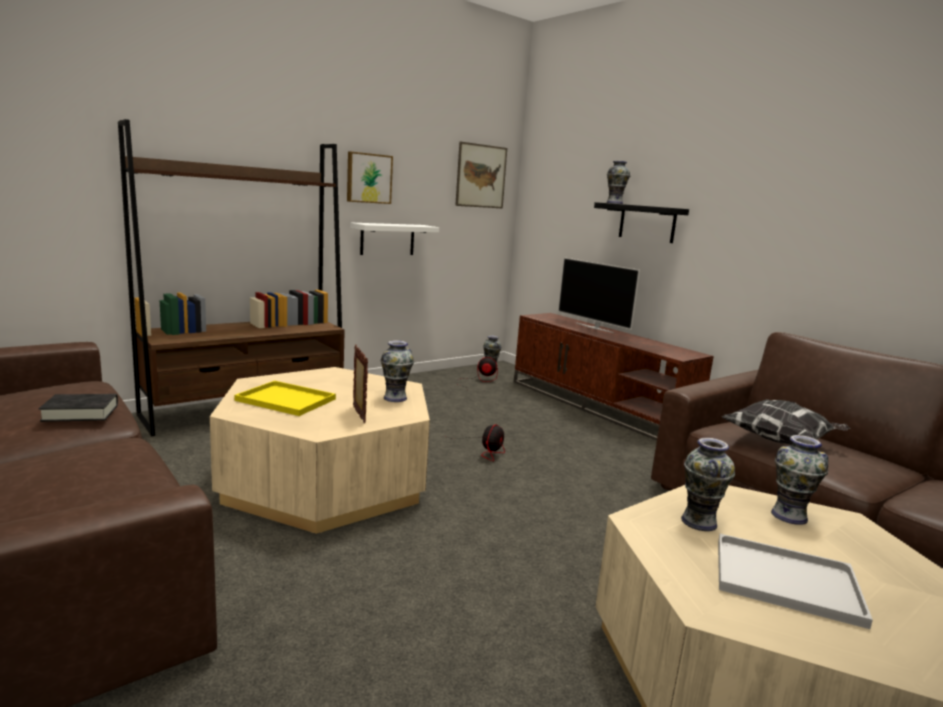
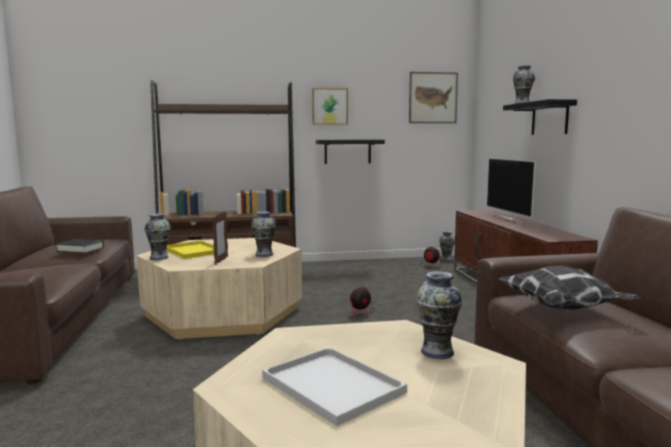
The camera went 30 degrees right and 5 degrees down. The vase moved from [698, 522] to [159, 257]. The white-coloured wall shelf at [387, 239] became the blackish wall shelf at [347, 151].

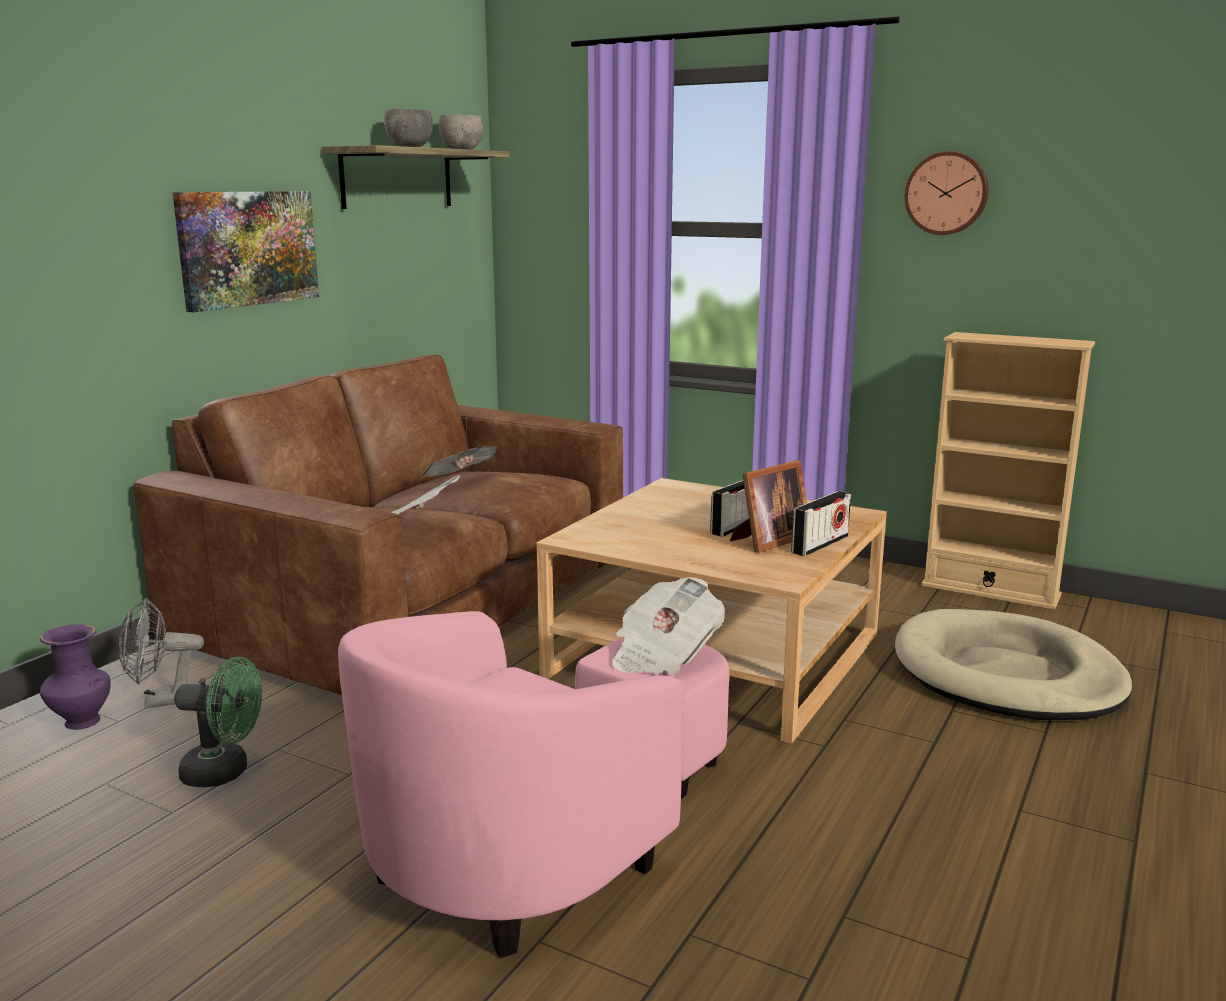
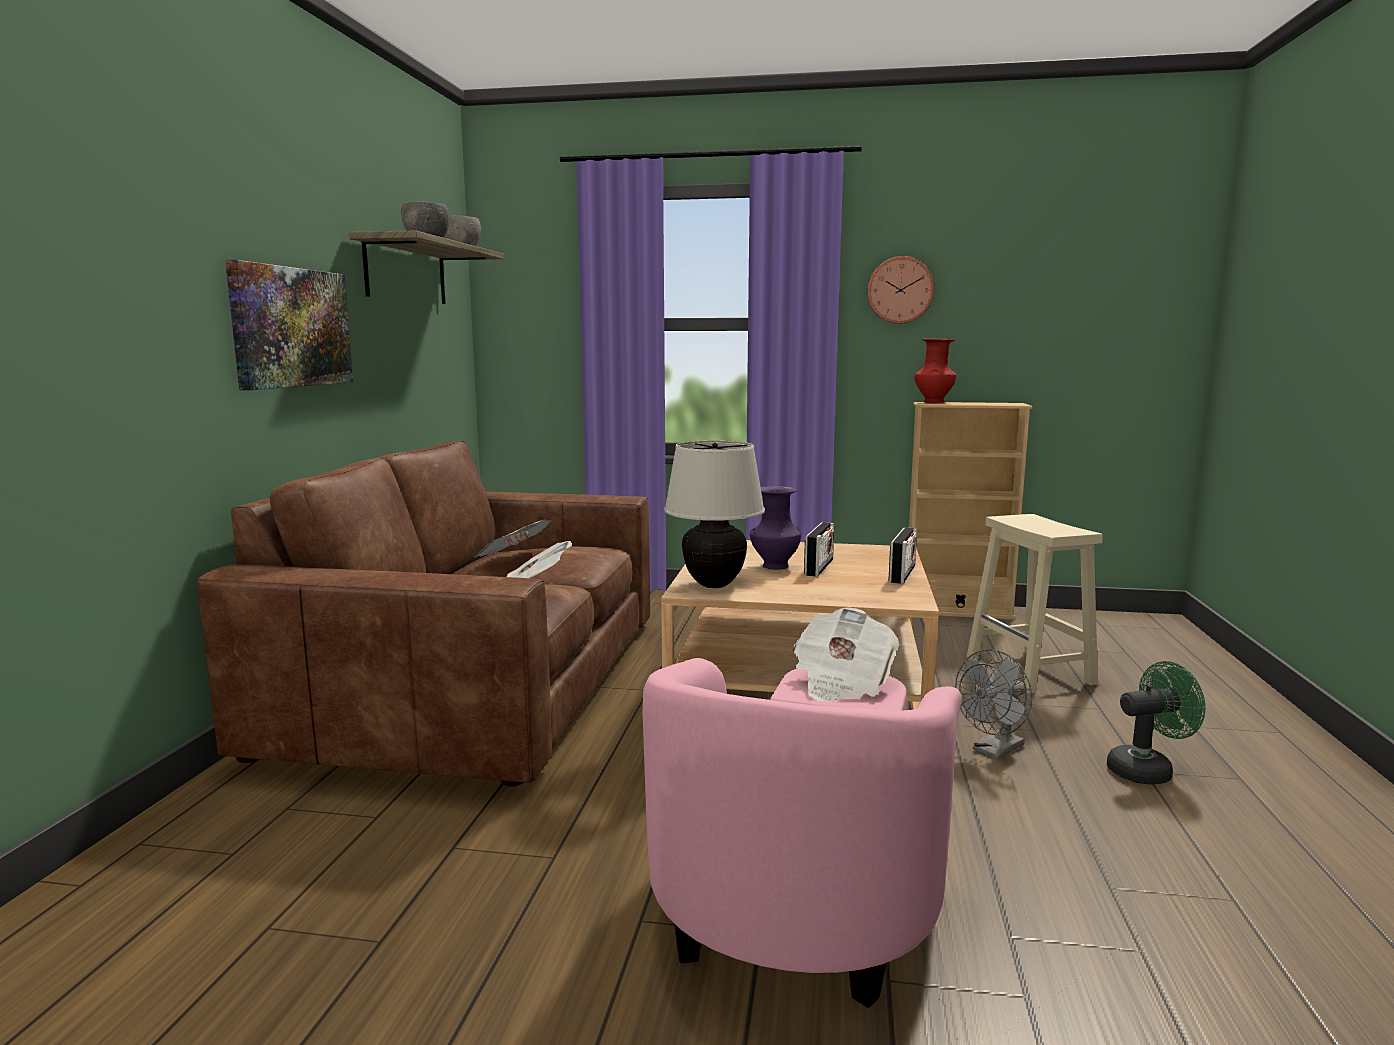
The camera went 20 degrees left and 5 degrees down. The picture frame at [768, 541] disappeared. The beige lamp for a table at [714, 585] appeared. The red-coloured vase at [933, 402] appeared. The purple-coloured vase moved from [80, 722] to [774, 566]. The gray fan moved from [162, 701] to [994, 751]. The greenish fan moved from [225, 772] to [1147, 770]. The beige dog cushion at [1006, 675] was replaced by the beige stool at [1031, 671].

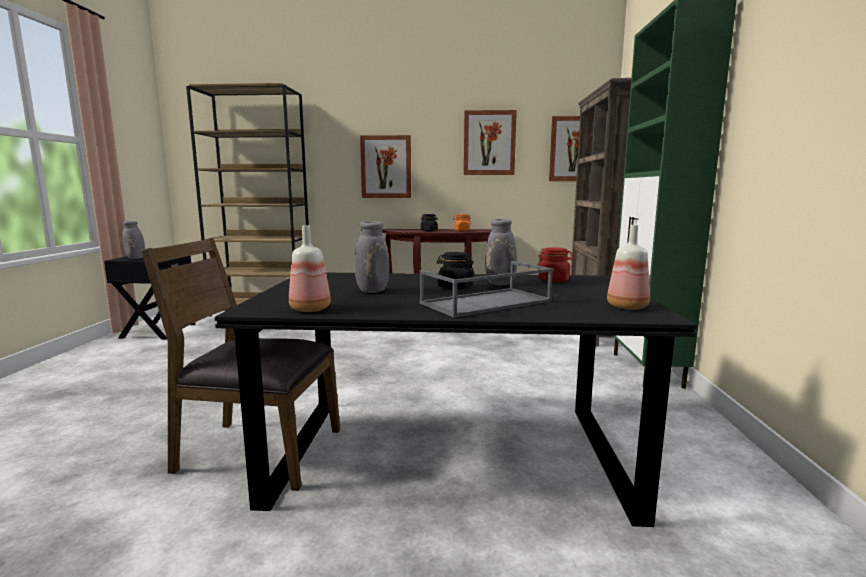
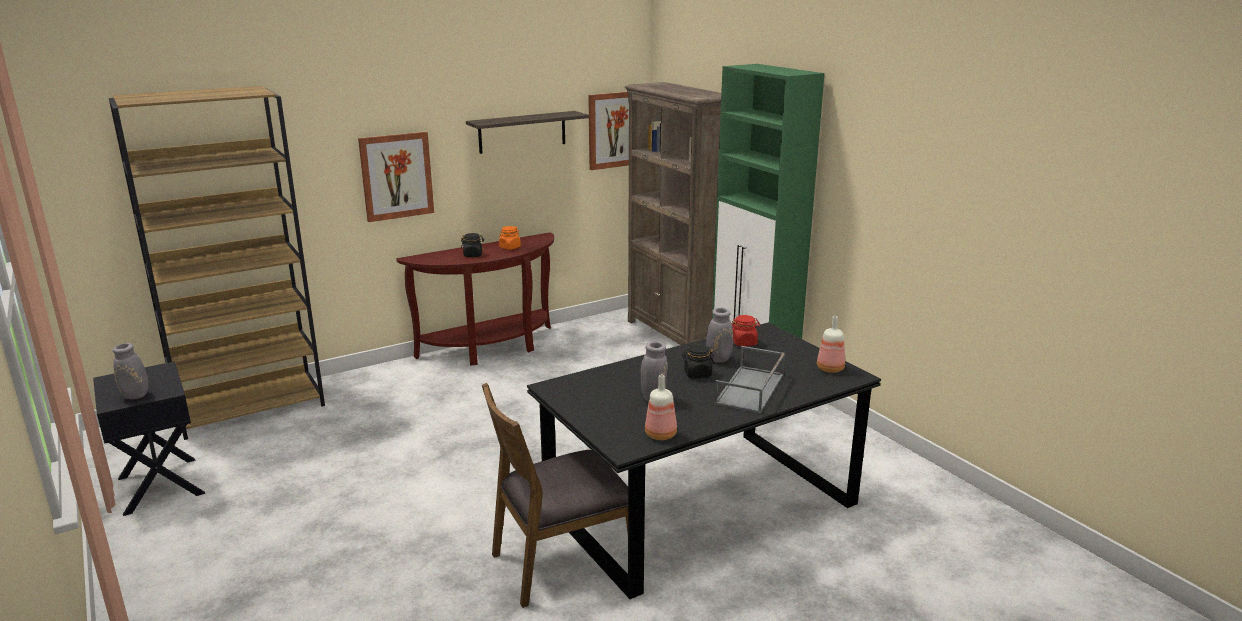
The camera went 35 degrees left and 10 degrees up. The wall art at [489, 143] was replaced by the wall shelf at [522, 132].

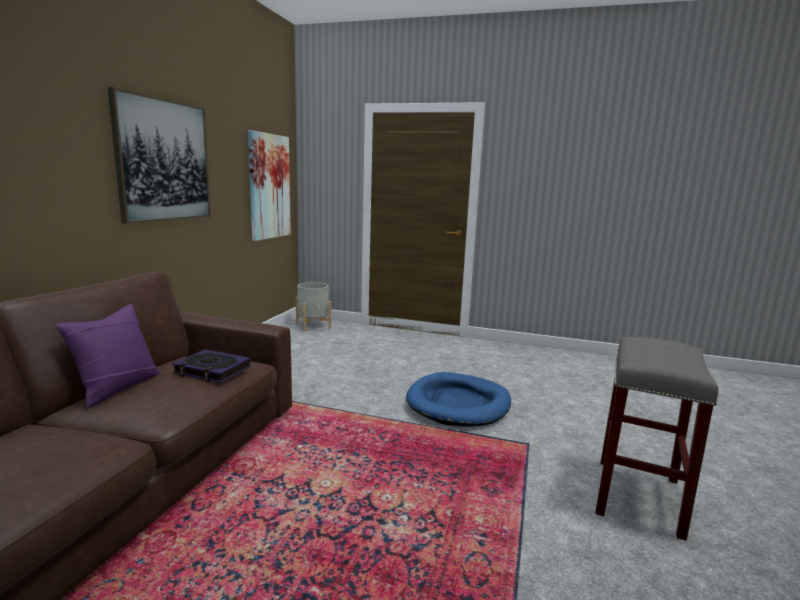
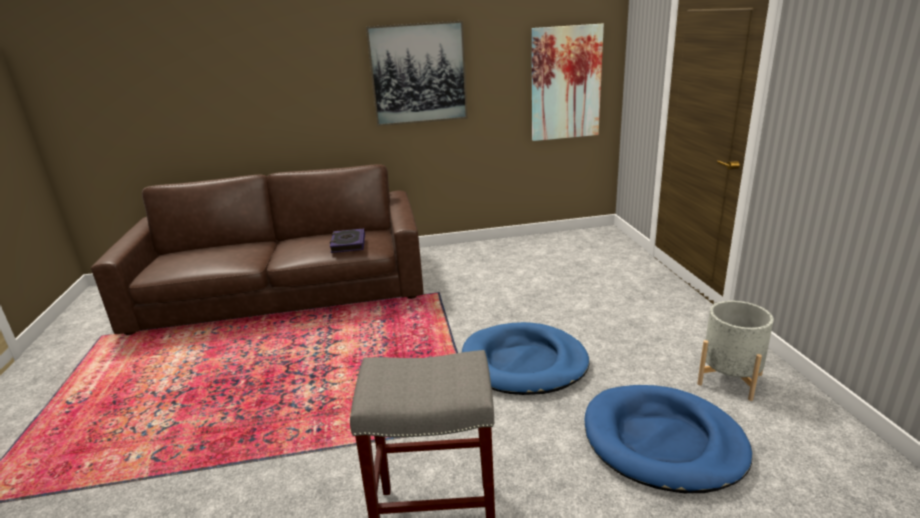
The camera went 65 degrees right and 10 degrees up. The purple-coloured cushion at [117, 388] disappeared. The blue-coloured dog cushion at [662, 442] appeared. The gray plant pot moved from [313, 326] to [729, 379].

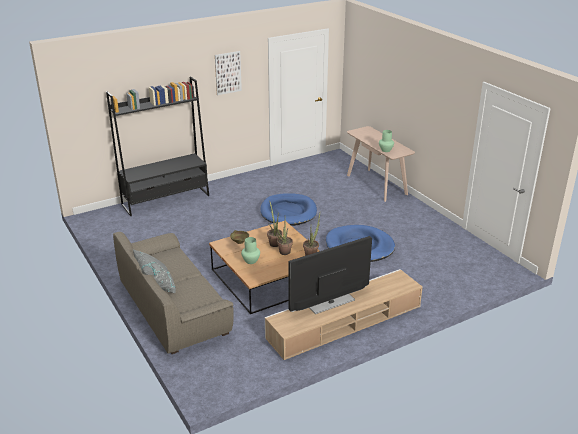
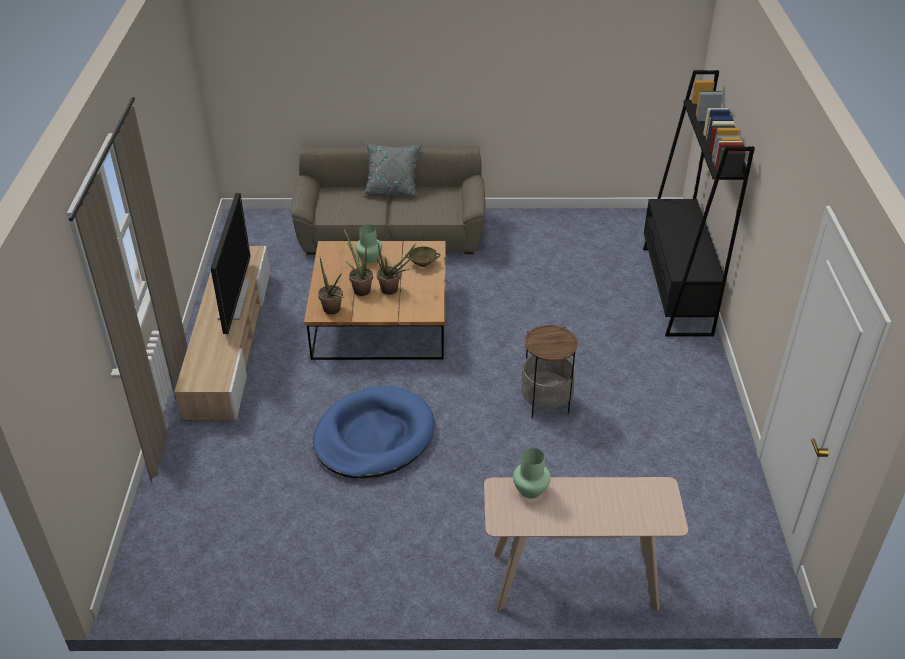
The camera went 120 degrees right and 10 degrees up. The wall art at [228, 73] disappeared. The blue-coloured dog cushion at [288, 212] was replaced by the end table at [546, 403].

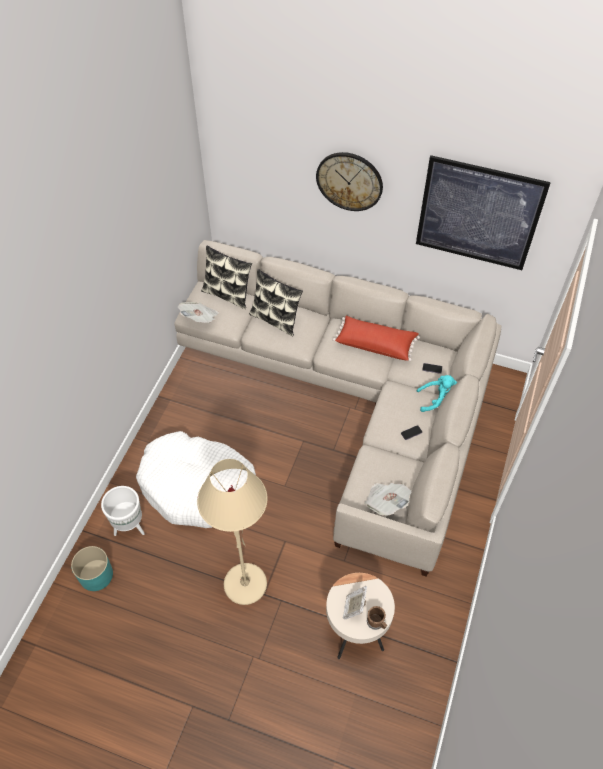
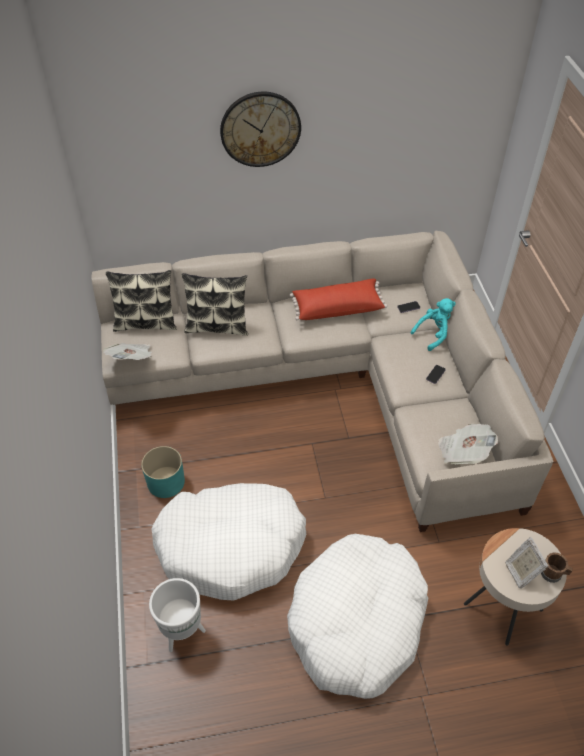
The camera went 30 degrees left and 5 degrees down. The wall art at [478, 214] disappeared. The blue-green plant pot moved from [96, 575] to [165, 482]. The beige standing lamp at [245, 584] was replaced by the white-coloured dog cushion at [357, 622].

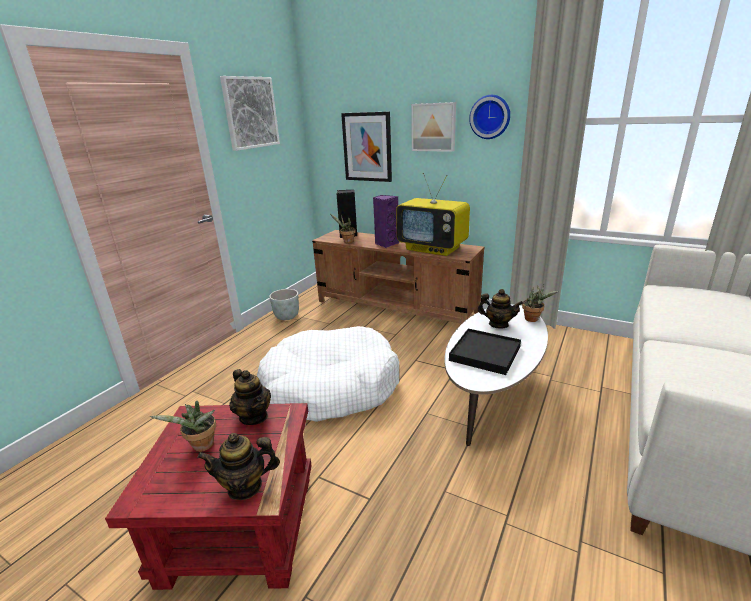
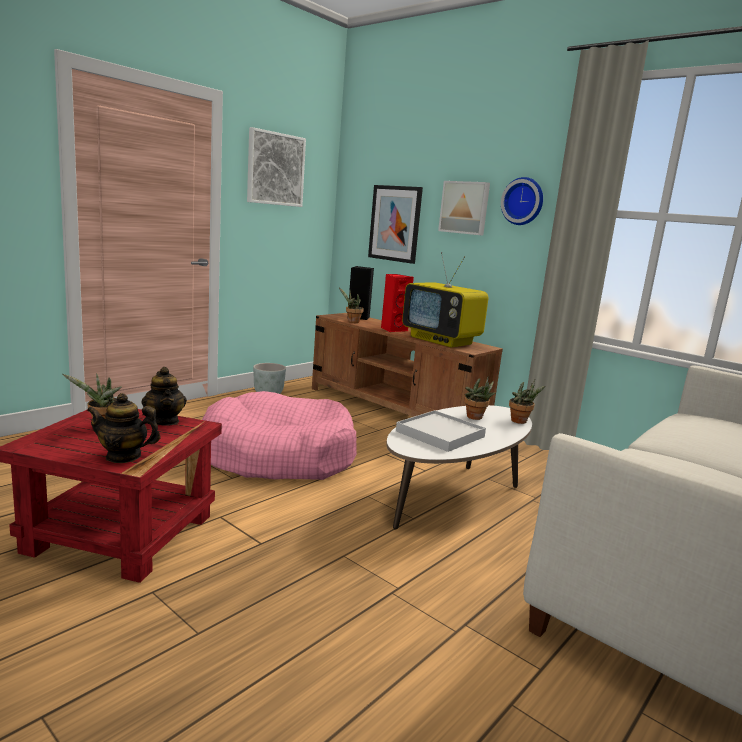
The camera went 10 degrees right and 10 degrees down. The pot for tea at [498, 324] was replaced by the plant in a pot at [476, 418]. The white-coloured dog cushion at [330, 387] became the pink-coloured dog cushion at [278, 456]. The purple-coloured loudspeaker at [386, 244] became the red-coloured loudspeaker at [393, 329]. The blackish serving tray at [485, 353] became the white-coloured serving tray at [440, 434].

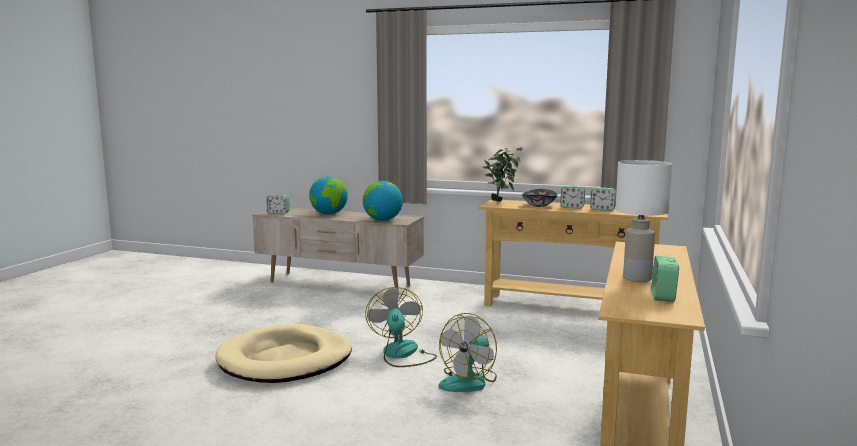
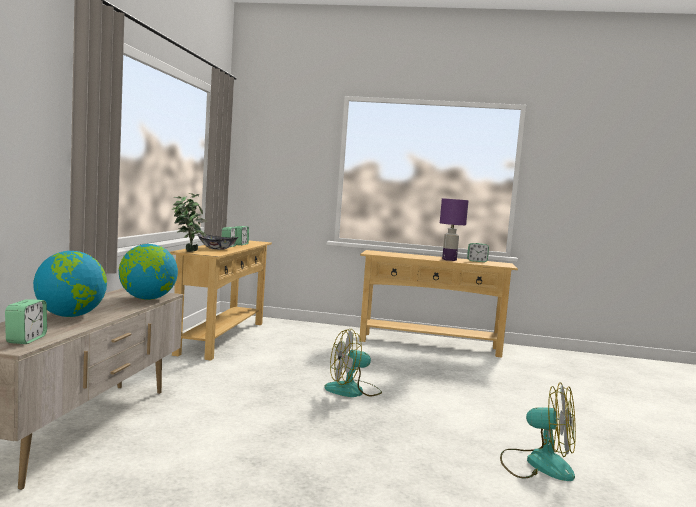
The camera went 100 degrees left and 5 degrees down. The beige dog cushion at [285, 360] disappeared. The fan moved from [469, 381] to [537, 464]. The white-coloured lamp for a table at [636, 278] became the purple-coloured lamp for a table at [449, 260].

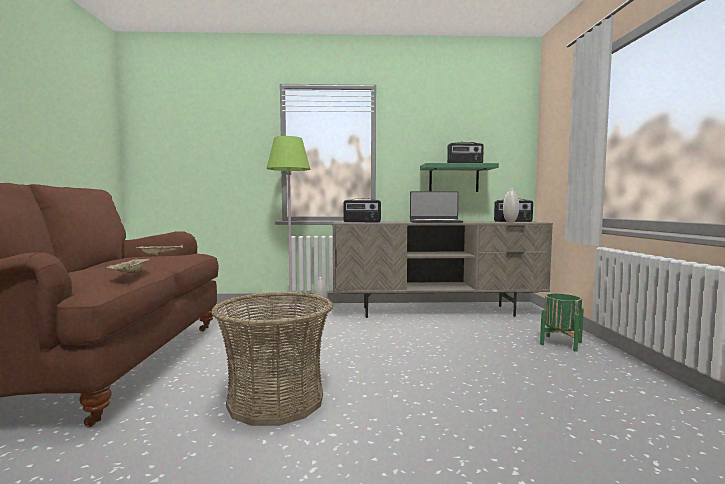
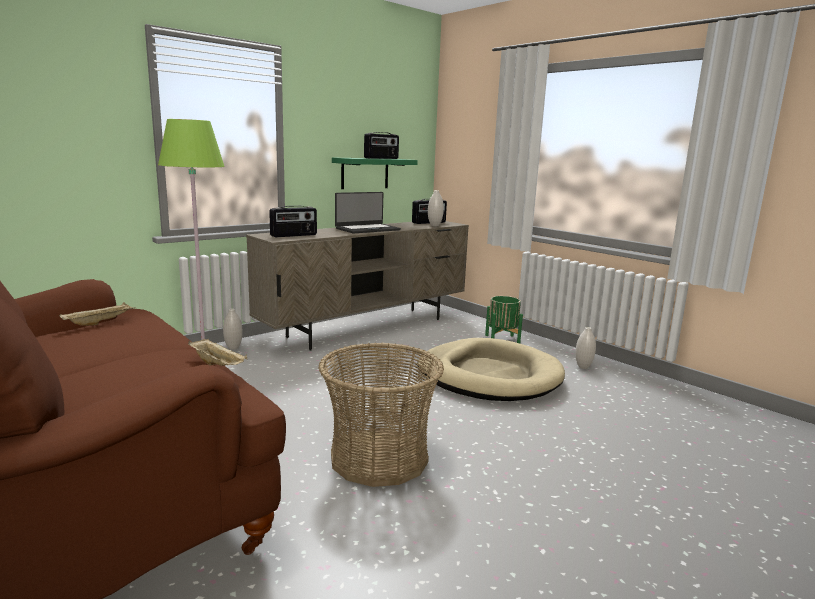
The camera went 40 degrees left and 10 degrees up. The beige dog cushion at [489, 376] appeared. The white-coloured vase at [583, 367] appeared.

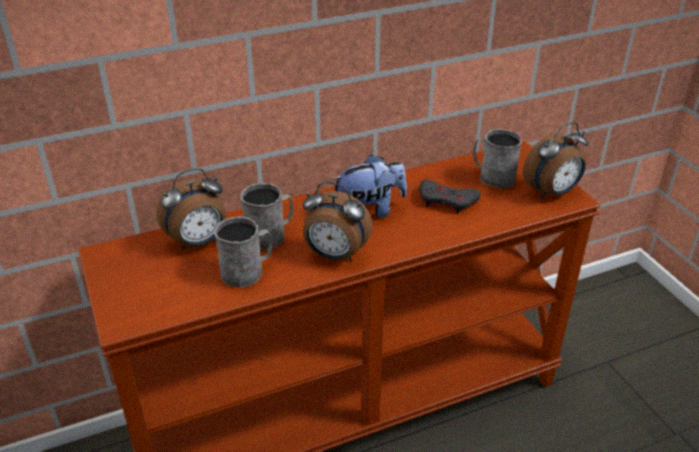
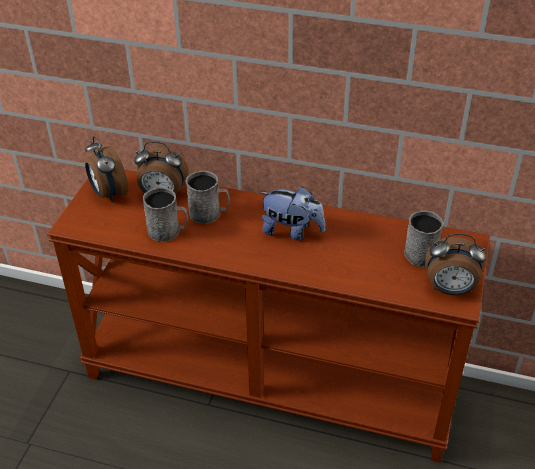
The camera went 40 degrees right and 5 degrees up. The gray gamepad at [447, 201] disappeared. The bedside clock moved from [335, 256] to [108, 194].

